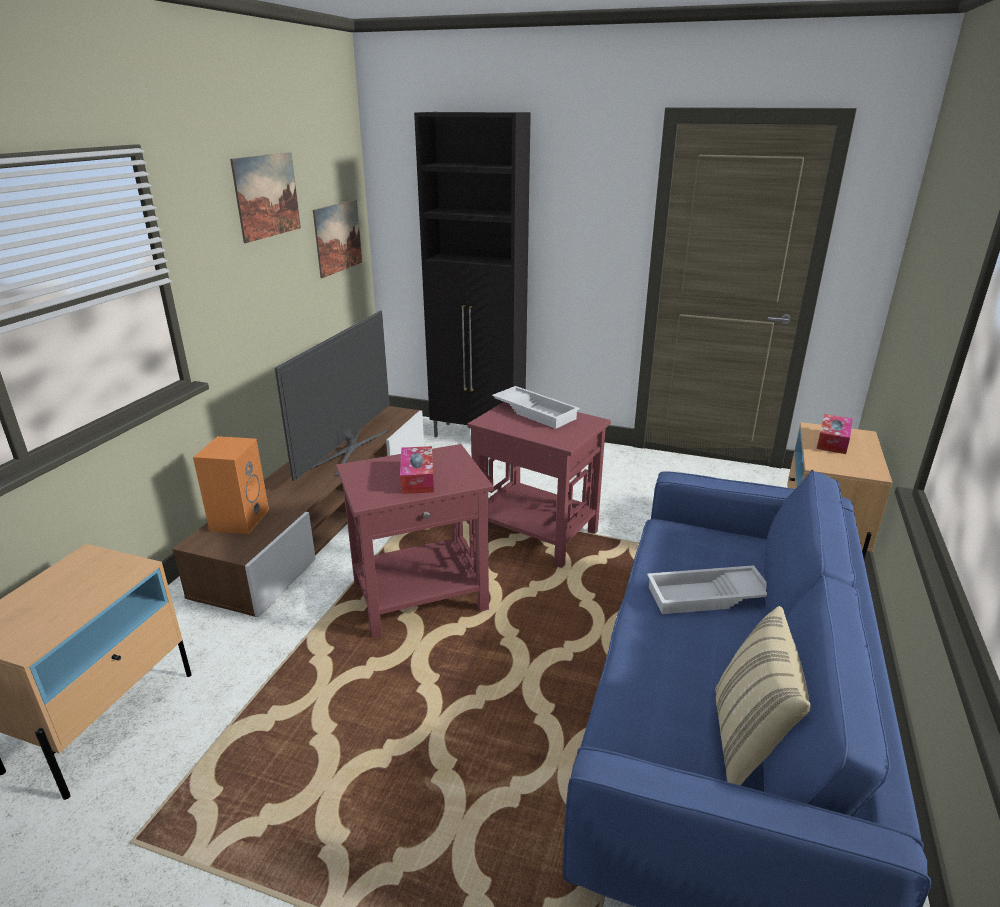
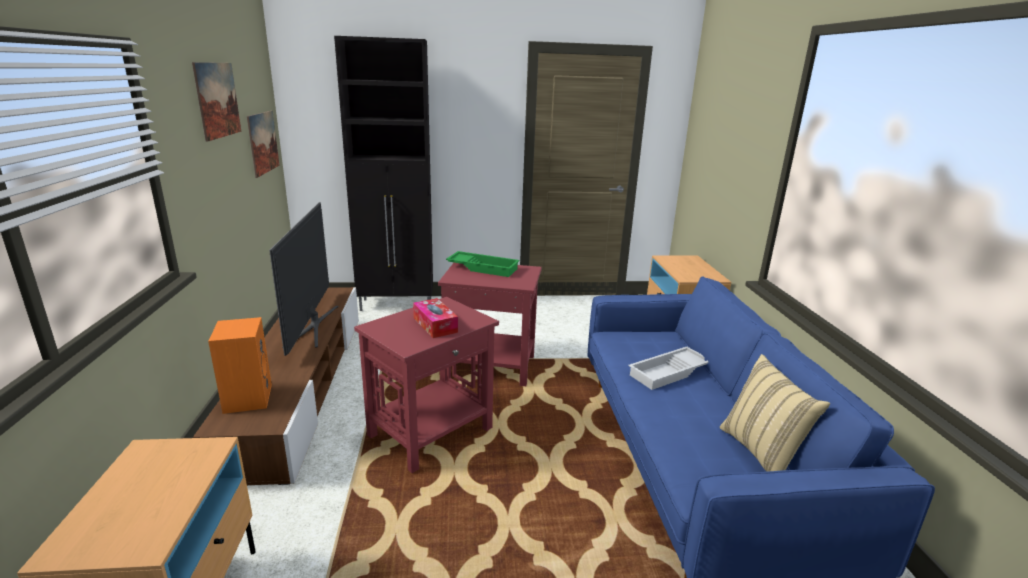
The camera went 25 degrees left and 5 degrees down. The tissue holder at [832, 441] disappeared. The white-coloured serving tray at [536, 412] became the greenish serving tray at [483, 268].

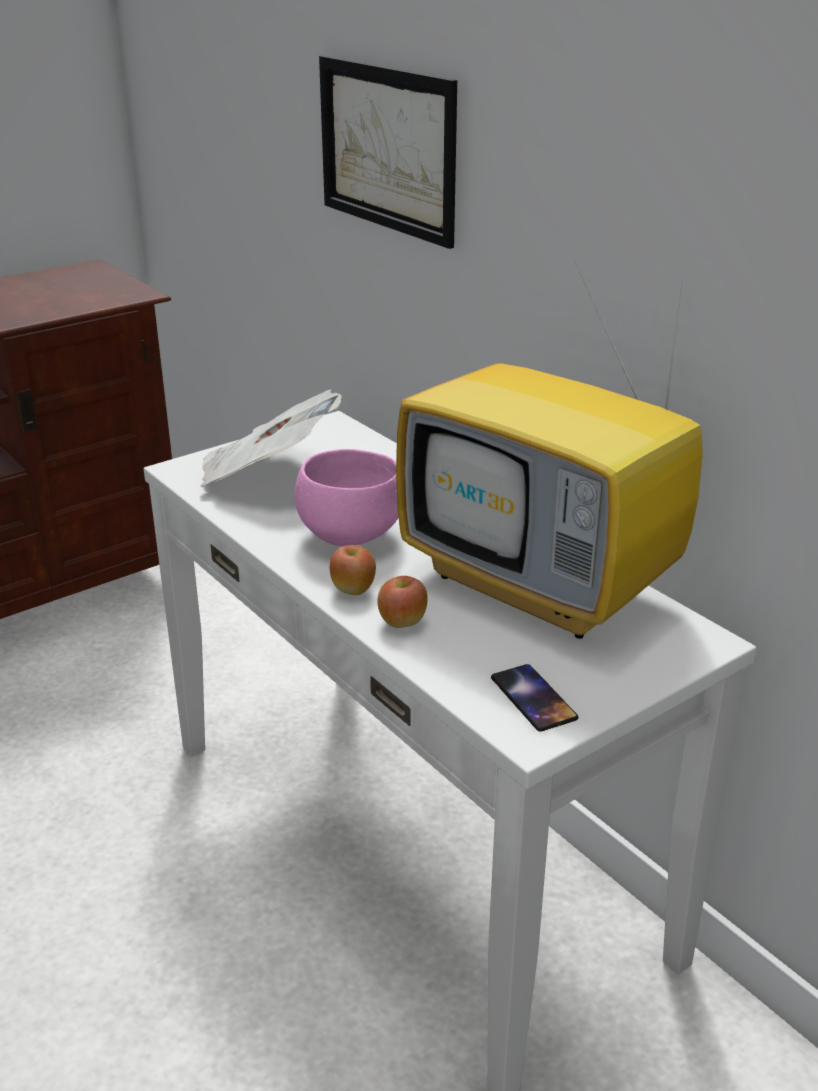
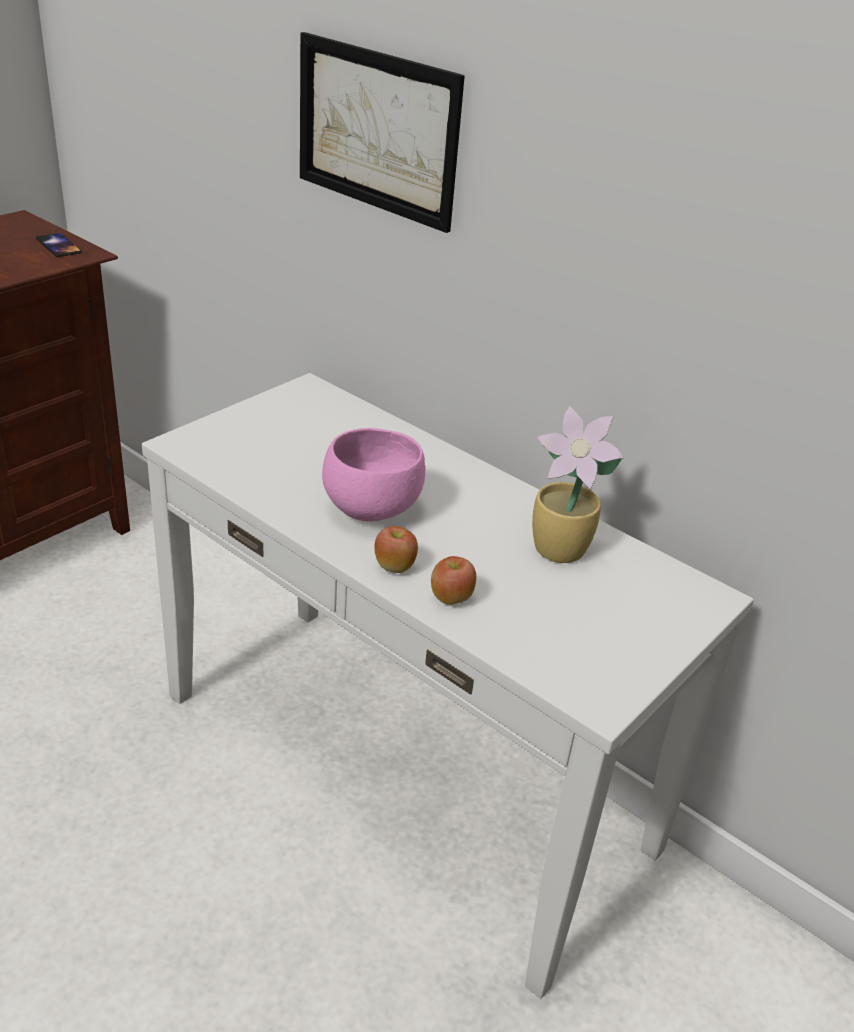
The camera went 15 degrees left and 5 degrees up. The printed paper at [267, 474] disappeared. The handset moved from [533, 698] to [59, 246]. The television at [544, 586] was replaced by the plant in a pot at [561, 551].

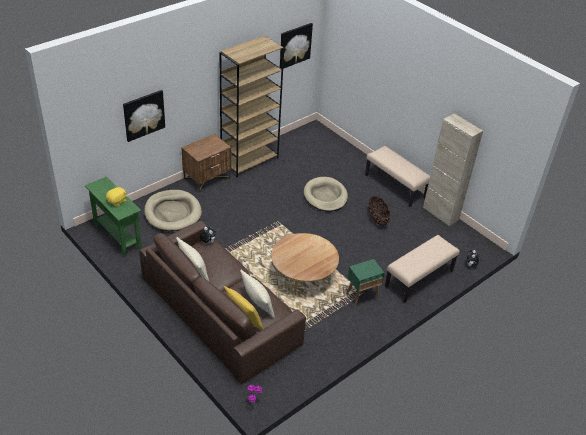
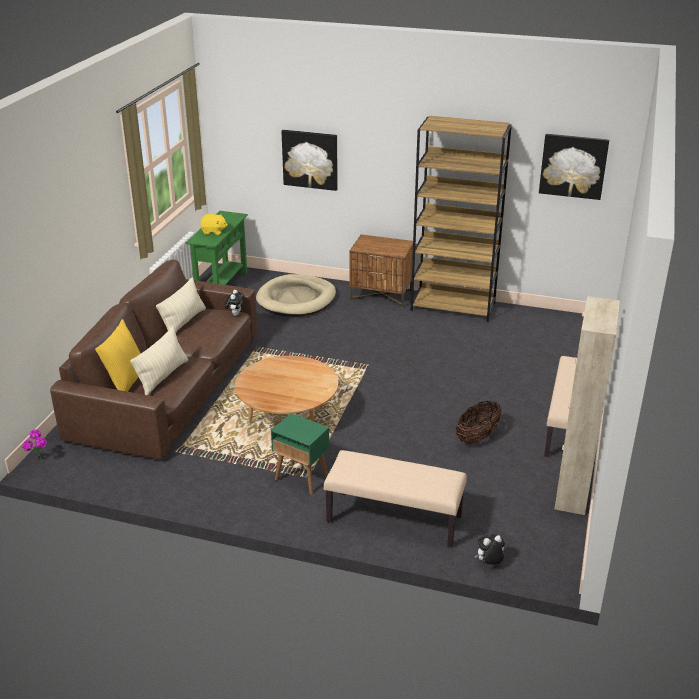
The camera went 60 degrees right and 10 degrees down. The beige dog cushion at [325, 196] disappeared.

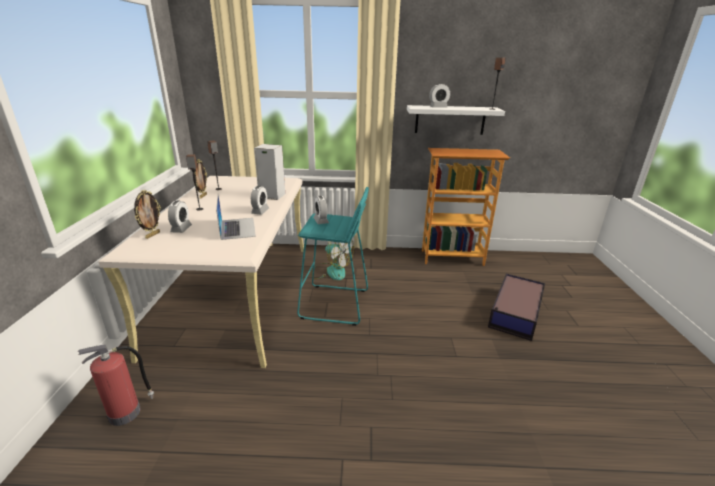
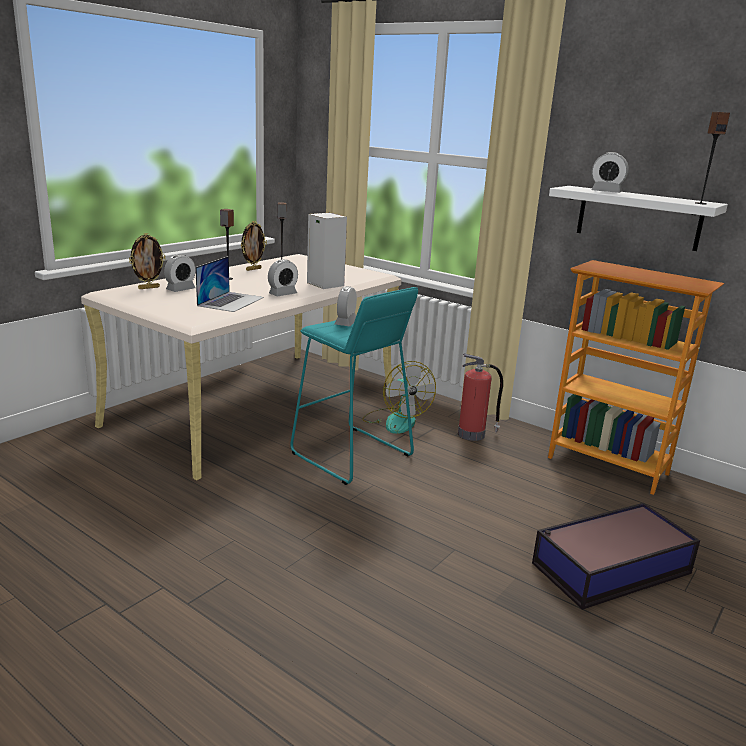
The camera went 35 degrees right and 5 degrees down. The fire extinguisher moved from [126, 412] to [473, 434].

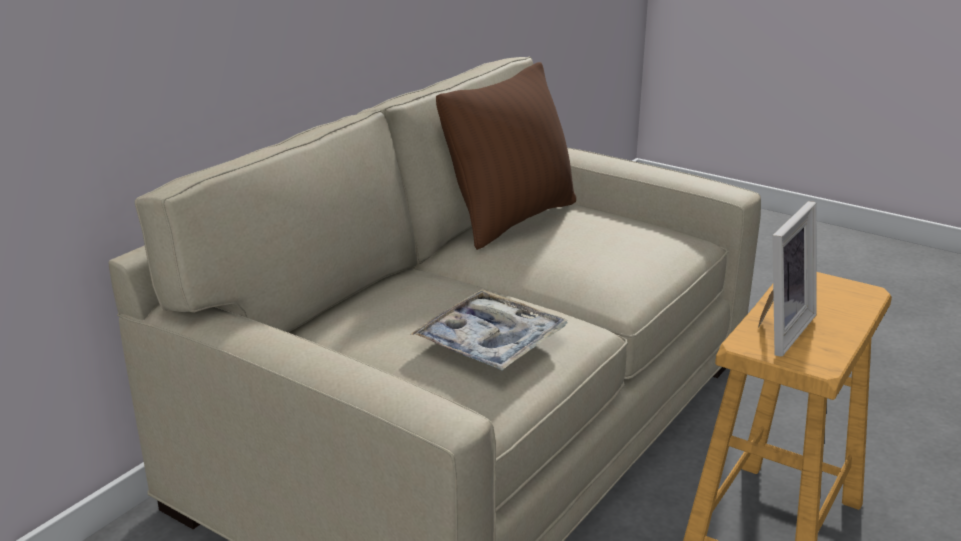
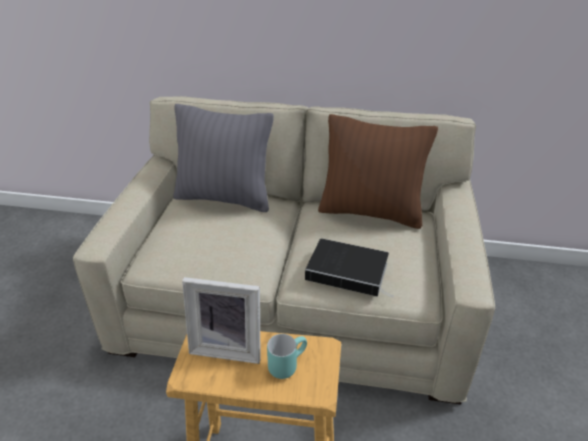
The camera went 65 degrees right and 10 degrees up. The serving tray at [490, 342] disappeared. The gray cushion at [224, 198] appeared. The blue-green mug at [286, 363] appeared. The volume at [349, 271] appeared.

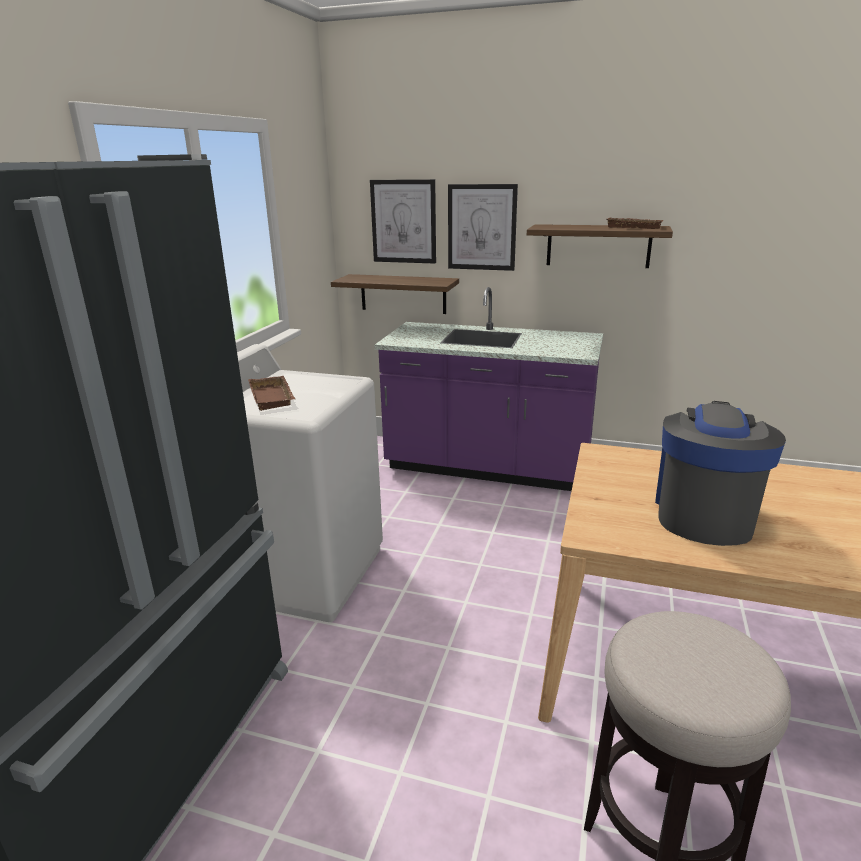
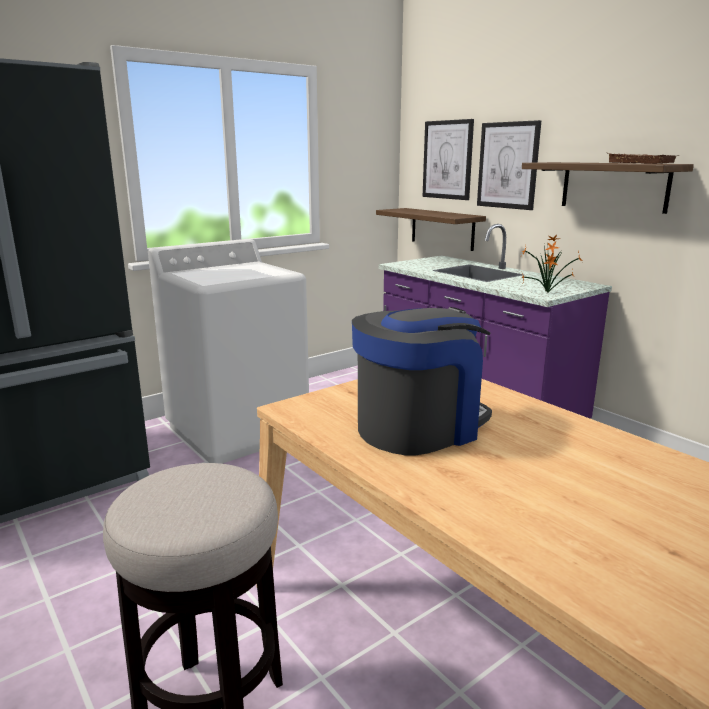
The camera went 35 degrees right and 5 degrees down. The brownish serving tray at [274, 397] disappeared. The plant in a pot at [549, 293] appeared.

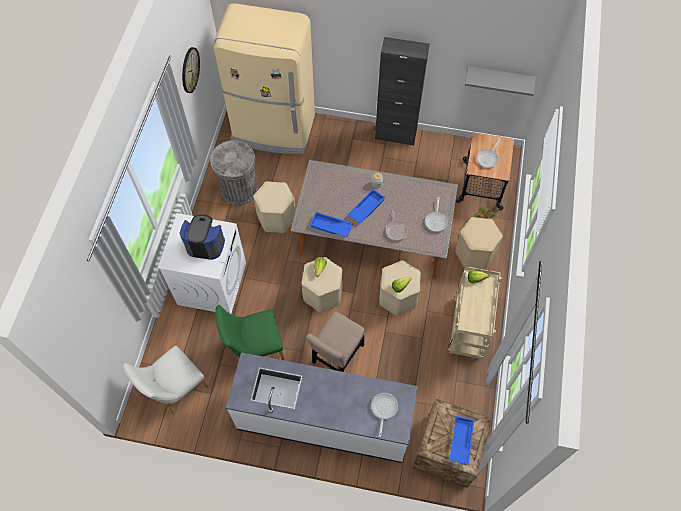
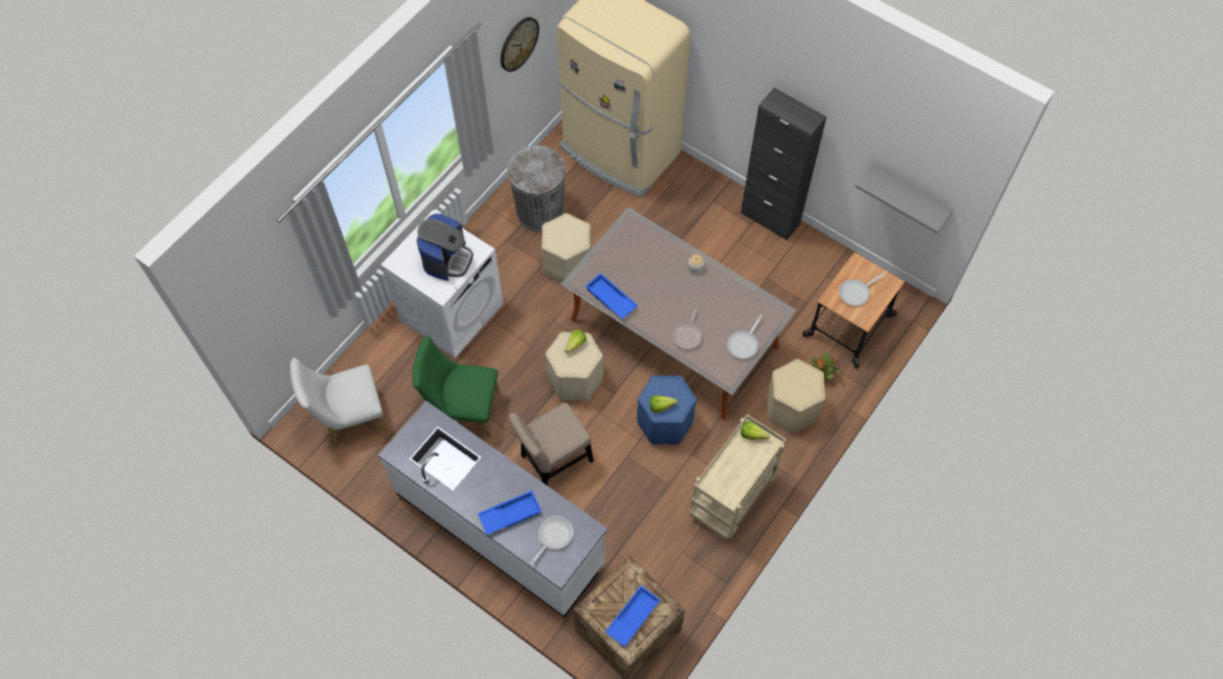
The camera went 25 degrees right and 0 degrees up. The blue-coloured serving tray moved from [366, 207] to [510, 513]. The beige stool at [397, 297] became the blue-coloured stool at [664, 422]. The coffee machine at [205, 244] turned 75 degrees clockwise.

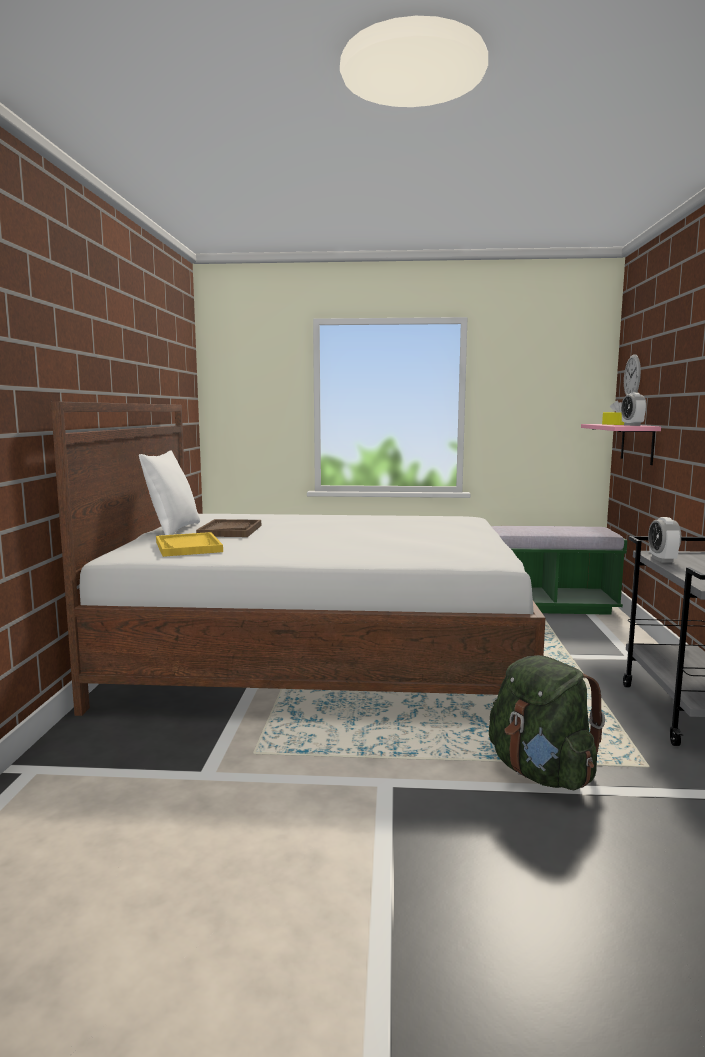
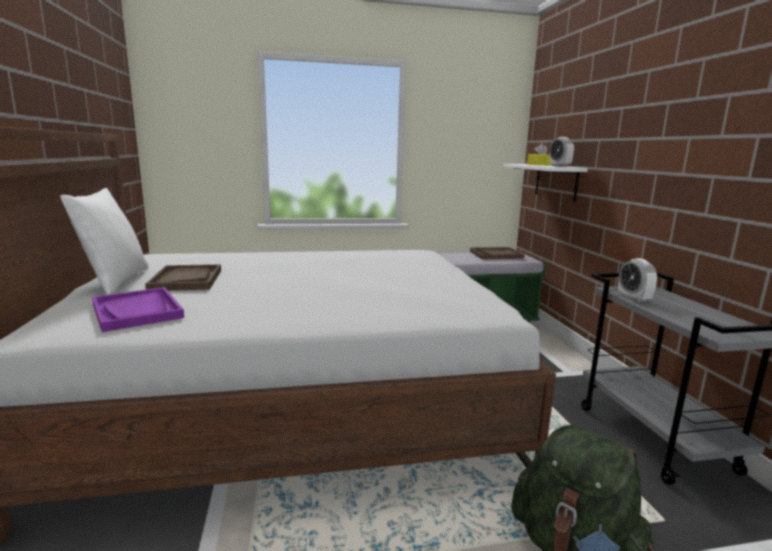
The camera went 15 degrees left and 5 degrees up. The clock on the wall at [632, 377] disappeared. The brownish serving tray at [496, 255] appeared. The yellowish serving tray at [188, 547] became the purple-coloured serving tray at [137, 311]. The pink-coloured wall shelf at [637, 443] became the white-coloured wall shelf at [556, 181].

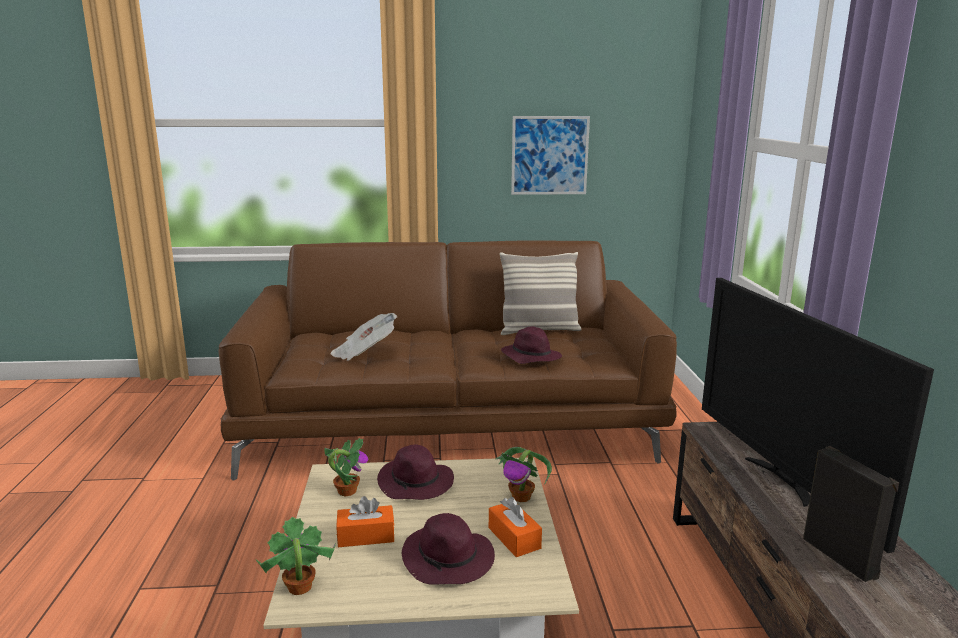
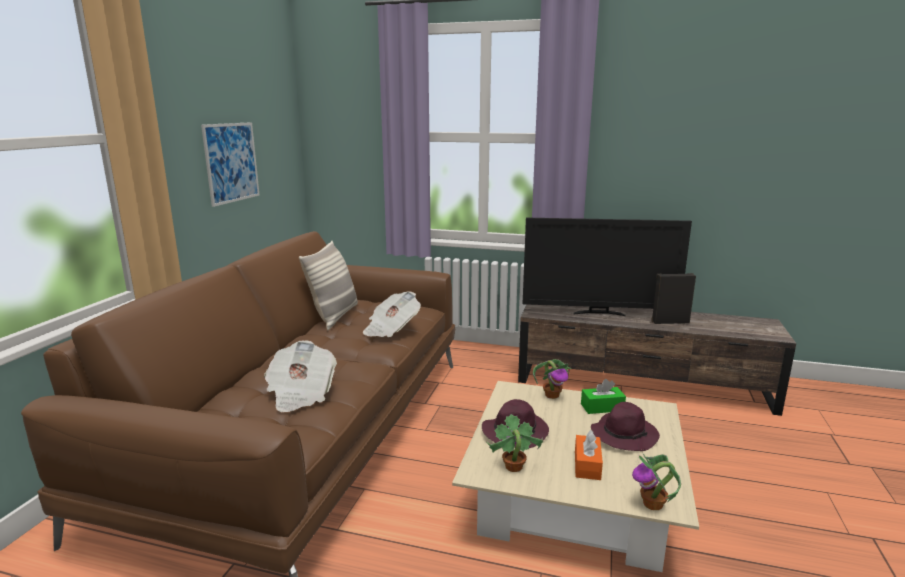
The camera went 70 degrees left and 0 degrees up. The purple-coloured wearable hat at [530, 357] was replaced by the printed paper at [391, 329]. The orangey tissue holder at [514, 538] became the greenish tissue holder at [602, 407].

